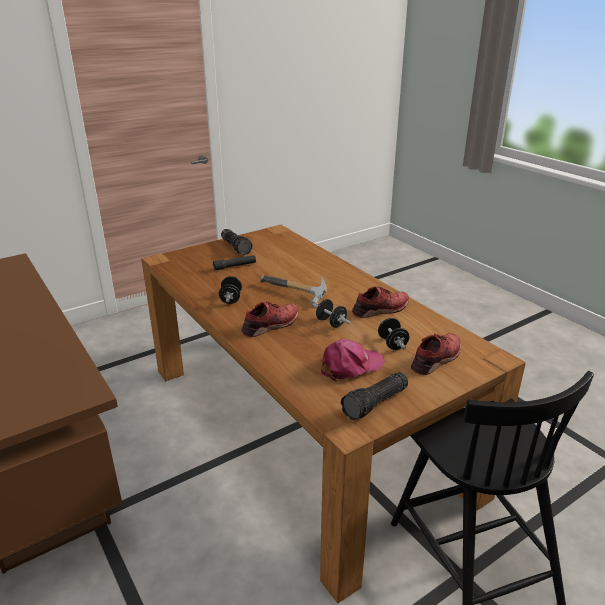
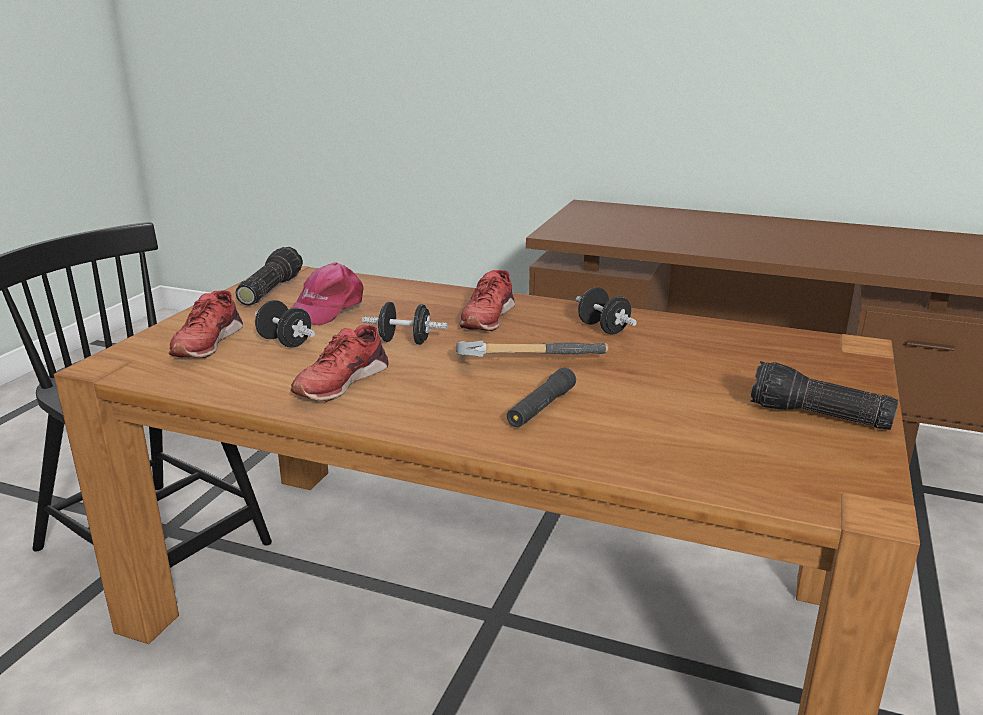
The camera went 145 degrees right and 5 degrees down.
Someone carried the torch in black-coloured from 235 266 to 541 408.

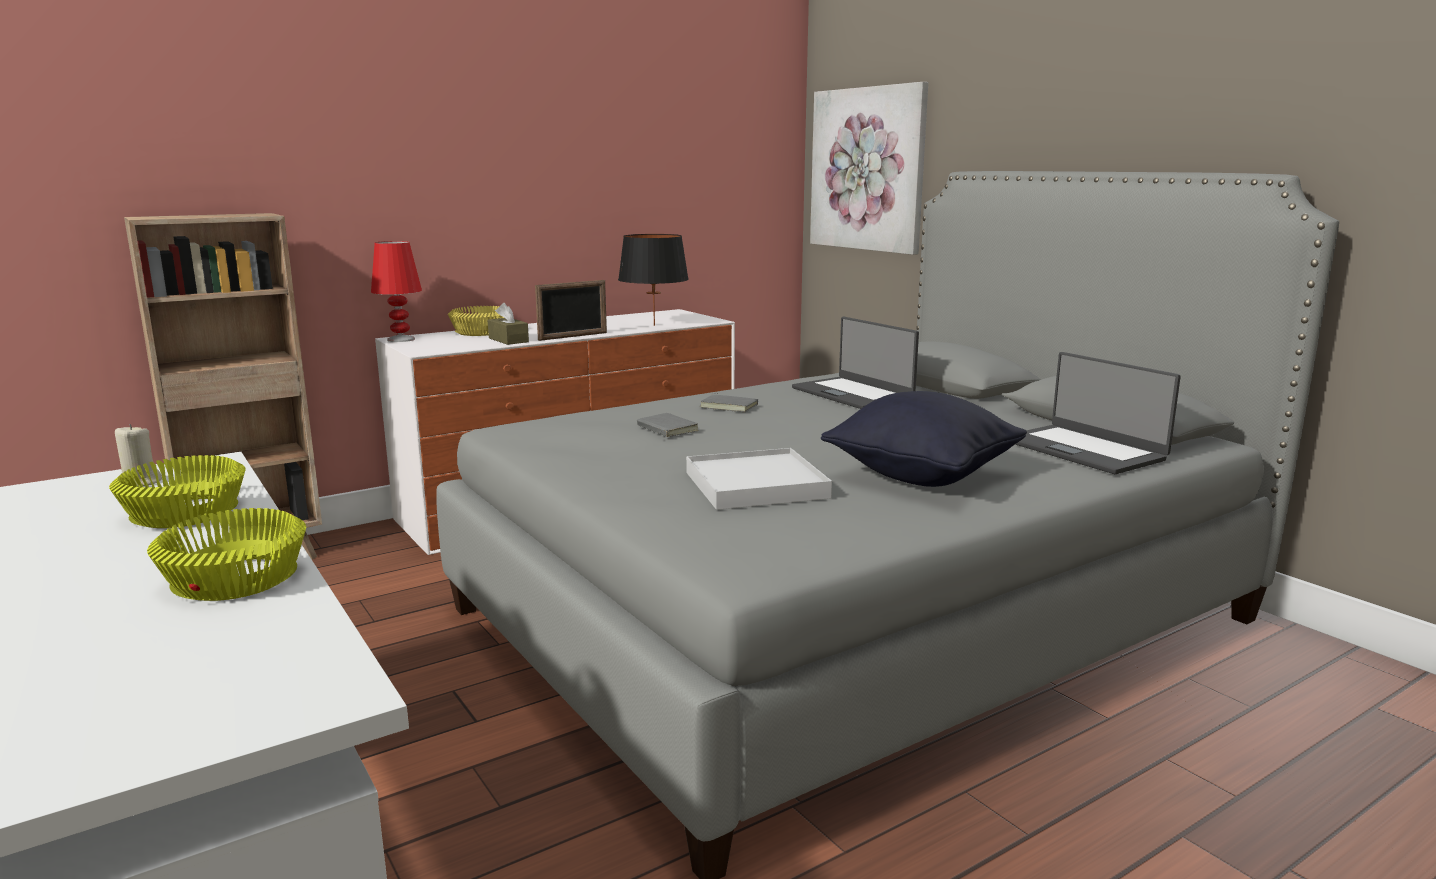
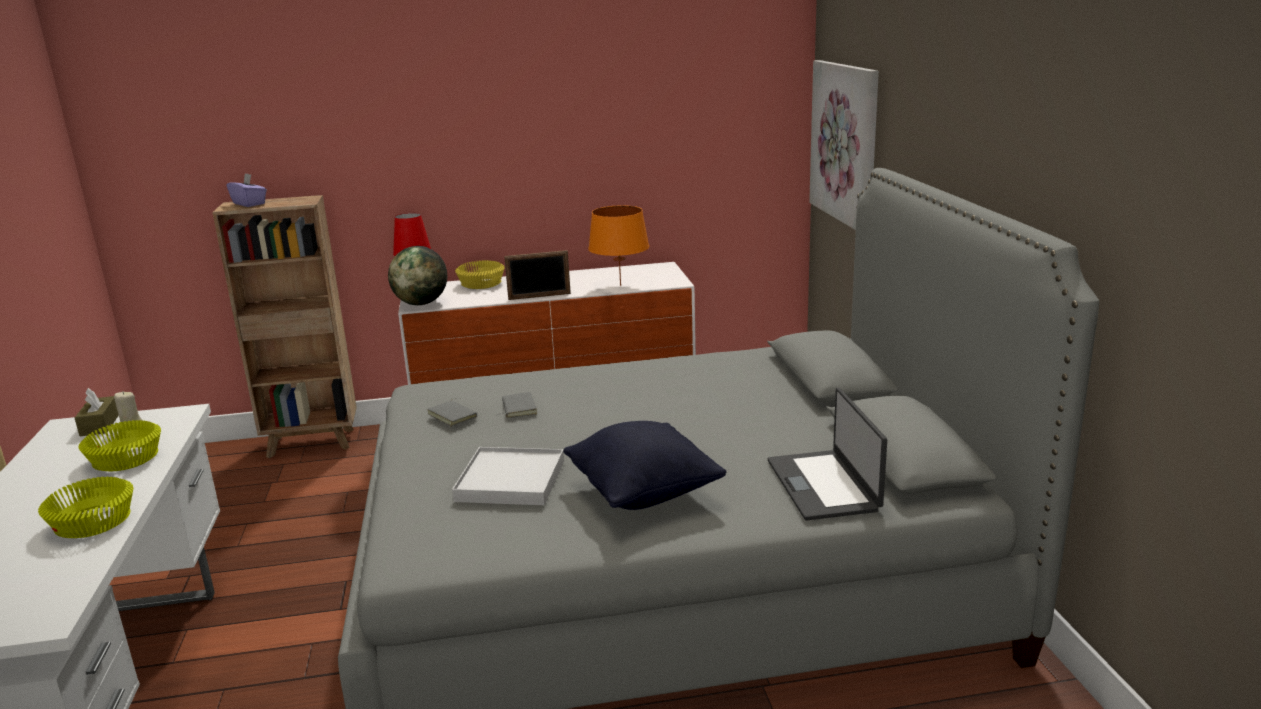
The camera went 25 degrees right and 5 degrees up.
Someone took away the notebook computer at 853 394.
Someone put down the tissue holder in purplish at 249 204.
Someone put down the world globe at 421 303.
Someone carried the tissue holder in brown from 508 340 to 100 425.
Someone carried the bound book in gray from 730 406 to 454 415.
Someone repainted the lamp for a table in black-coloured at 654 325, which became the lamp for a table in orange at 620 286.

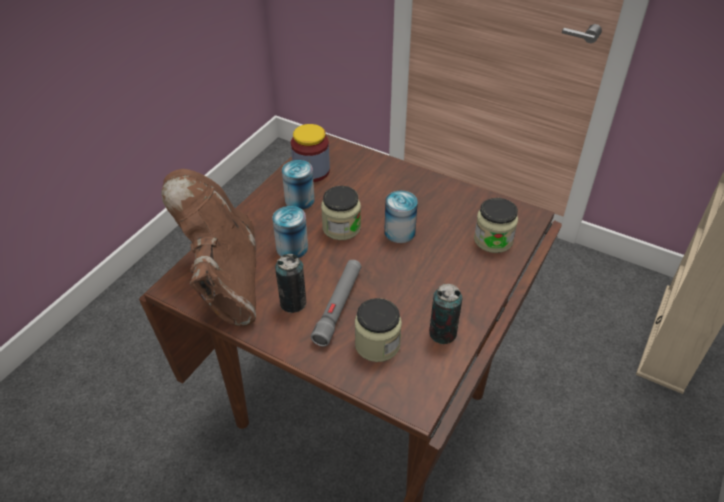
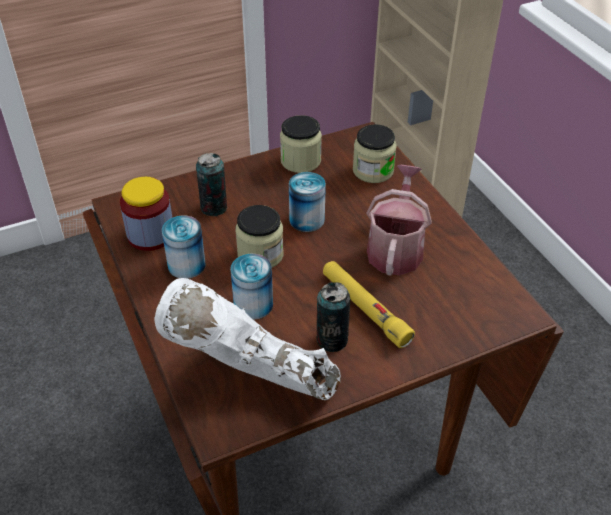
The camera went 55 degrees left and 0 degrees up.
Someone put down the watering can at 395 248.
Someone carried the preserve jar from 377 344 to 300 161.
Someone carried the metal can from 442 333 to 214 208.
Someone repainted the boot in brown at 225 282, which became the boot in white at 253 381.
Someone repainted the torch in gray at 338 305, which became the torch in yellow at 364 308.

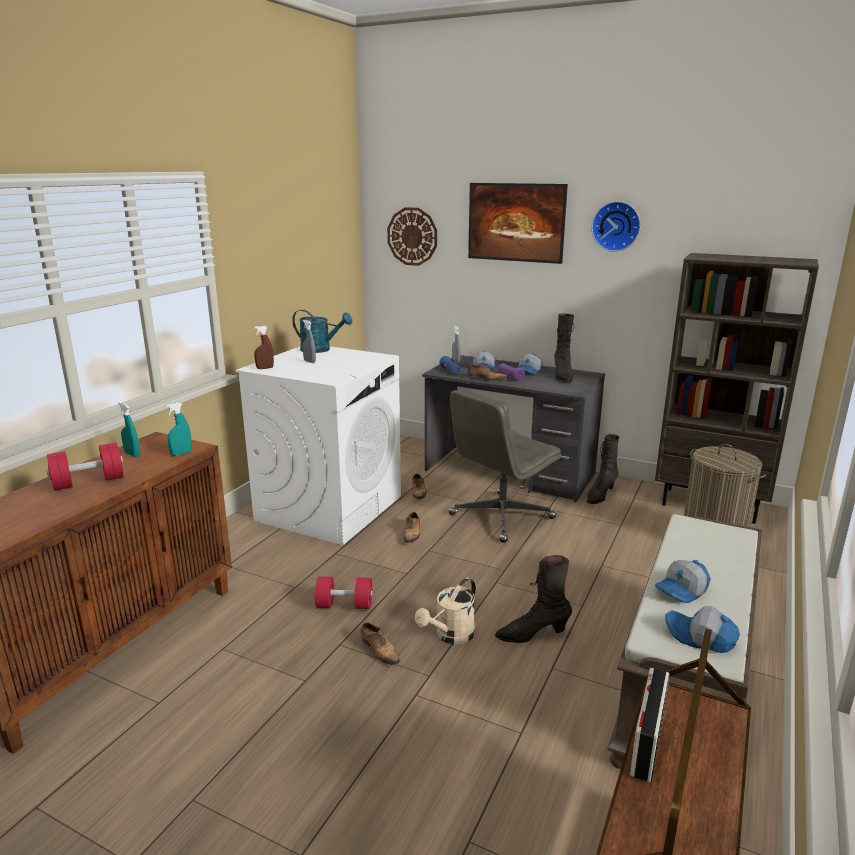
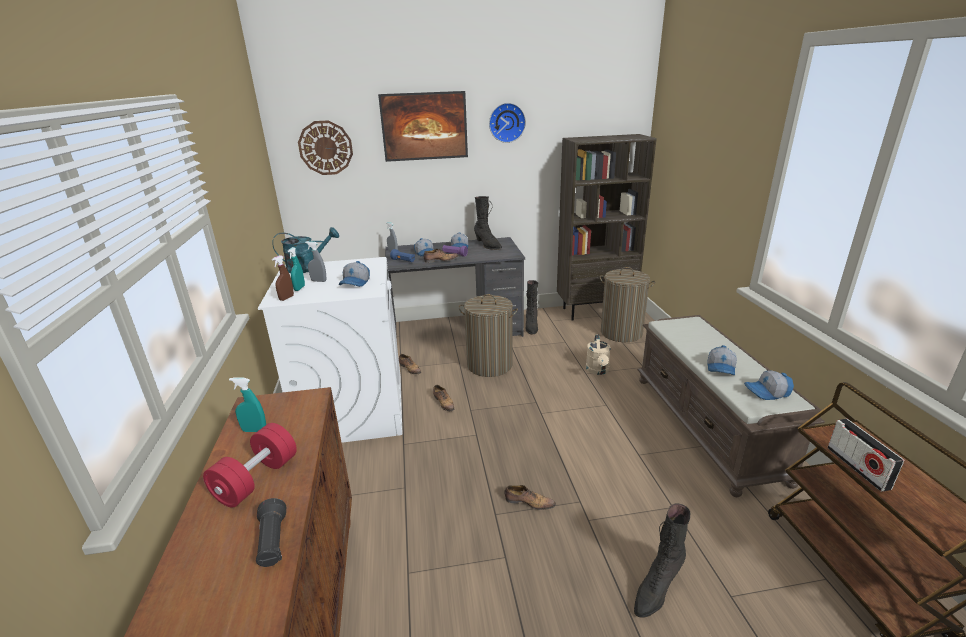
The camera went 35 degrees left and 5 degrees up.
Someone took away the dumbbell in reddish at 344 605.
Someone put down the torch in black-coloured at 273 542.
Someone put down the baseball cap at 356 282.
Someone carried the sprayer in turquoise from 181 453 to 299 288.
Someone carried the watering can in beige from 450 636 to 598 371.
Someone carried the boot in black-coloured from 532 634 to 656 589.
Someone swapped the desk chair in gray at 501 517 for the washing basket at 489 365.

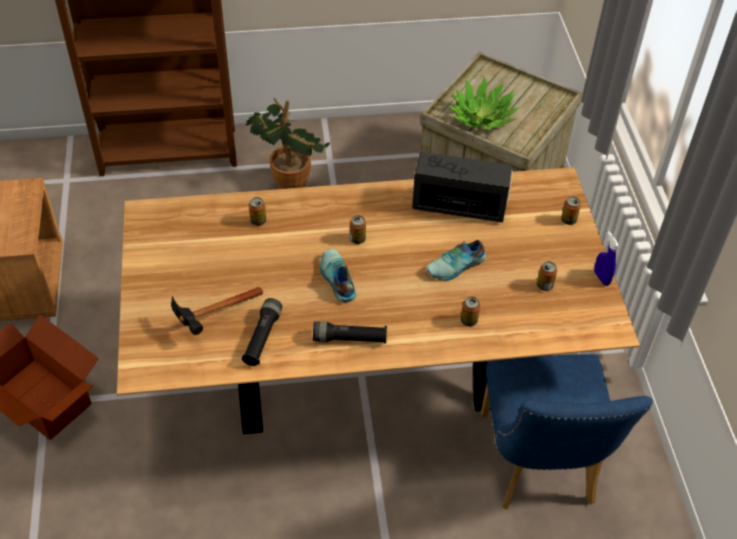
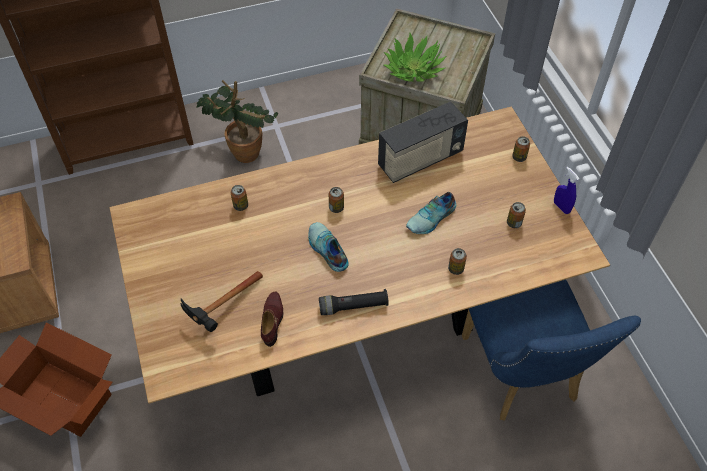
The camera went 10 degrees left and 5 degrees up.
Someone swapped the torch in black-coloured at 262 338 for the shoe in brown at 272 320.
Someone rotated the radio at 460 206 by 150 degrees clockwise.

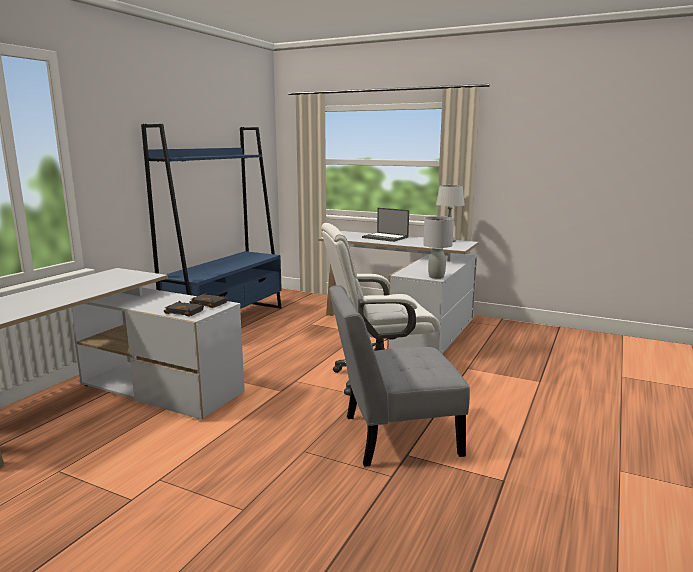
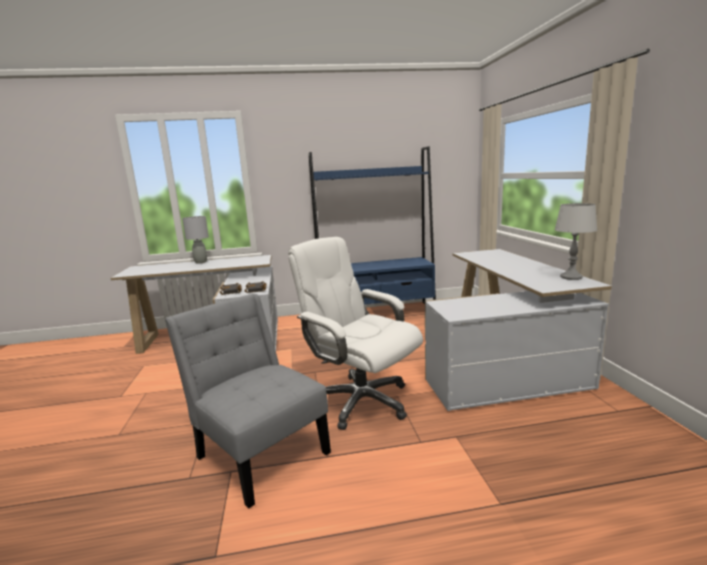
The camera went 55 degrees right and 0 degrees up.
Someone took away the notebook computer at 386 237.
Someone carried the lamp for a table in gray from 436 277 to 201 262.

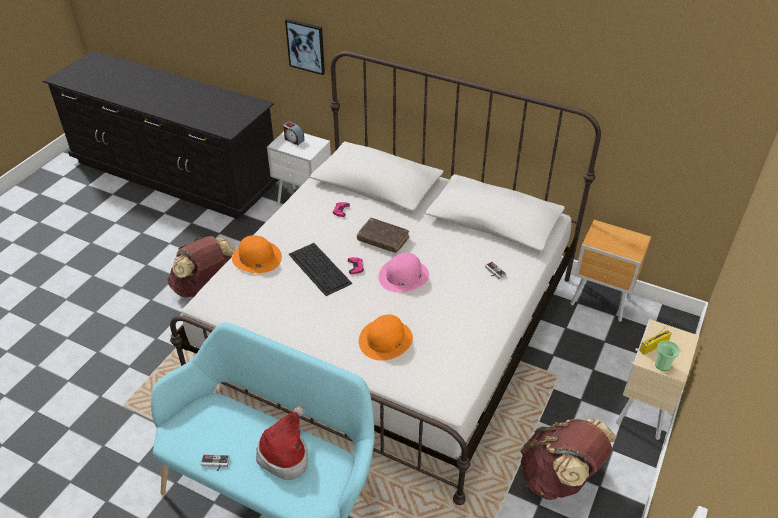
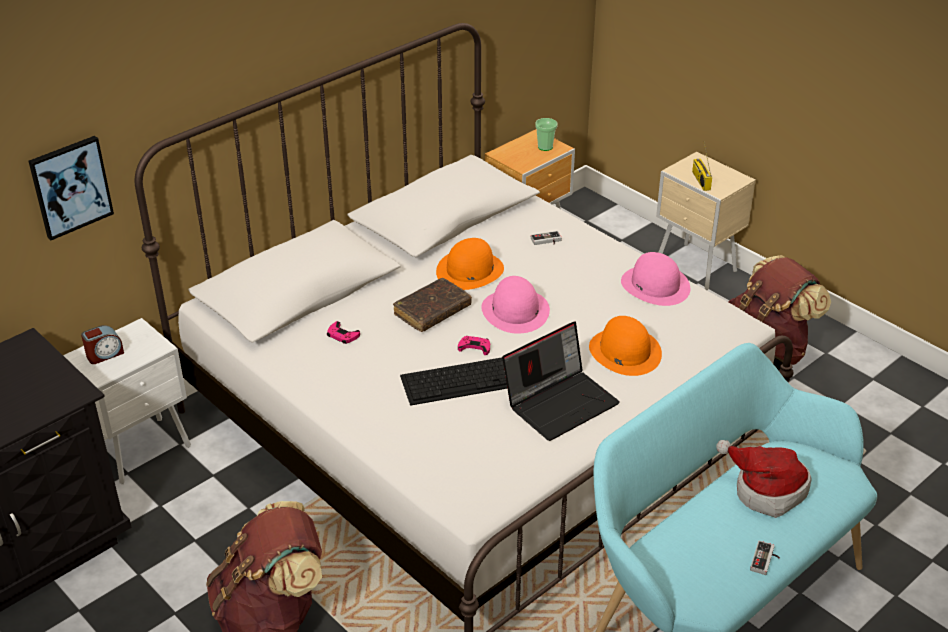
The camera went 70 degrees left and 5 degrees down.
Someone put down the notebook computer at 561 402.
Someone put down the clothing hat in pink at 655 285.
Someone carried the clothing hat in orange from 256 257 to 470 270.
Someone carried the small cup from 662 365 to 545 147.

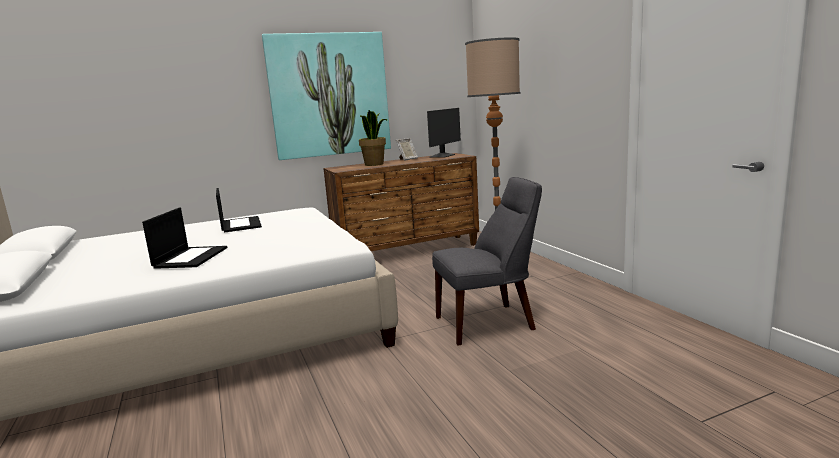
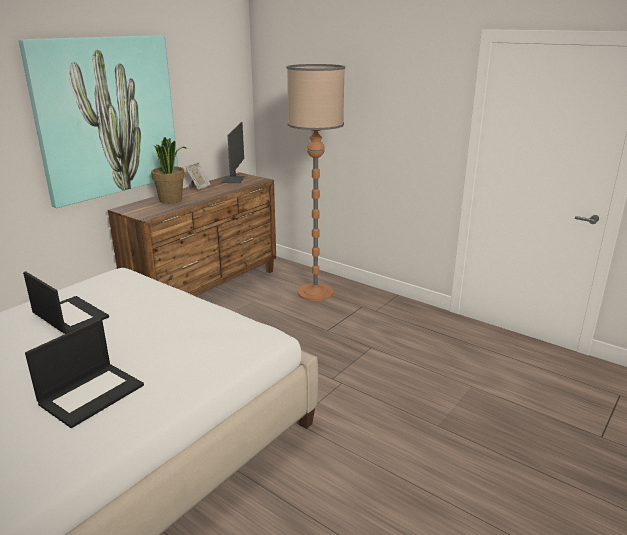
The camera went 30 degrees left and 10 degrees up.
Someone took away the upright chair in gray at 489 323.
Someone rotated the notebook computer at 191 257 by 60 degrees clockwise.

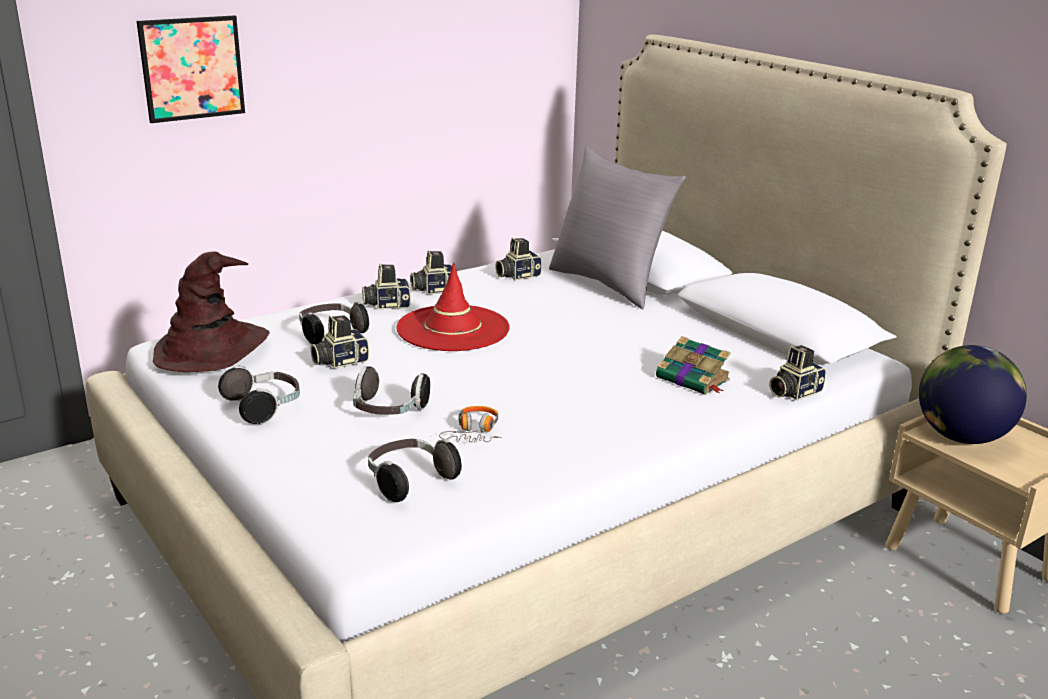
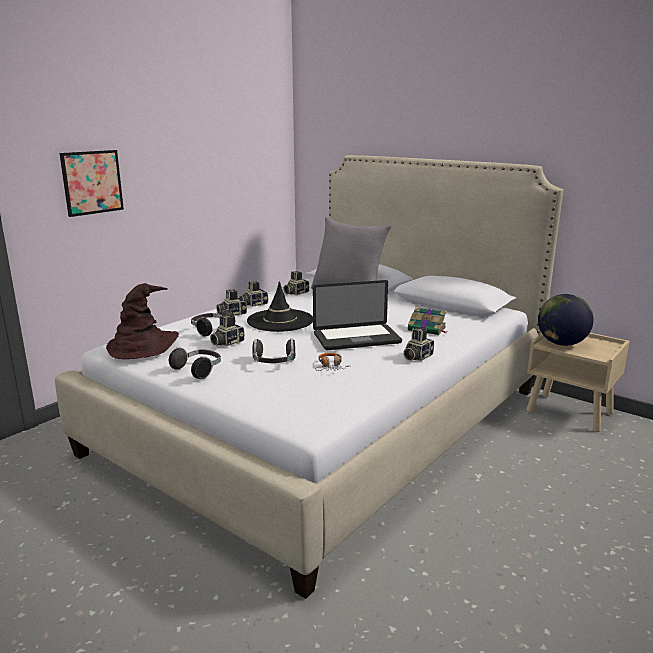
The camera went 15 degrees left and 5 degrees down.
Someone took away the pair of headphones at 409 481.
Someone put down the notebook computer at 357 338.
Someone carried the photo camera from 793 392 to 416 357.
Someone repainted the clothing hat in reddish at 453 329, which became the clothing hat in black-coloured at 280 321.

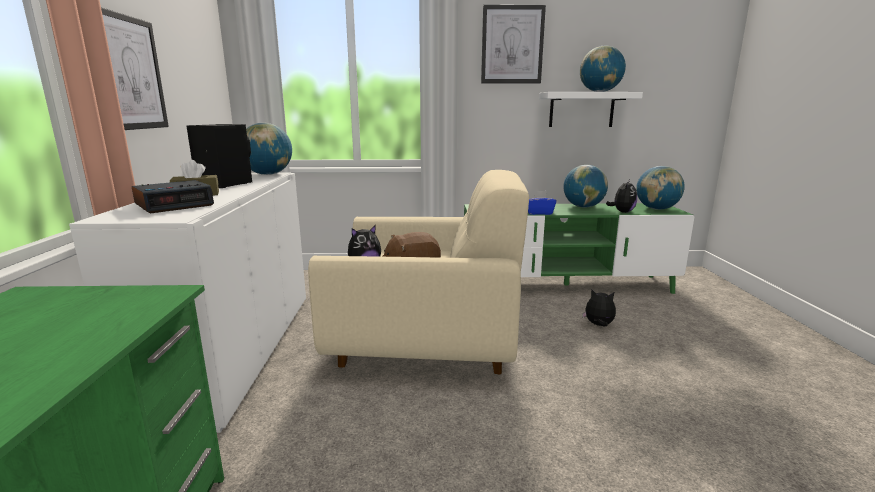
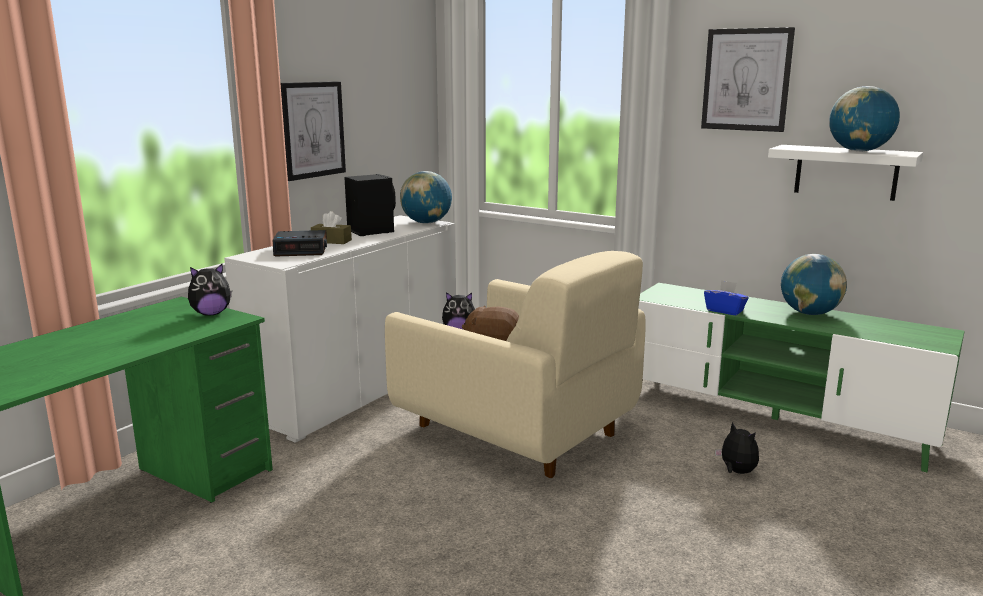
The camera went 35 degrees right and 0 degrees up.
Someone took away the world globe at 657 209.
Someone carried the plush toy from 622 212 to 211 314.

